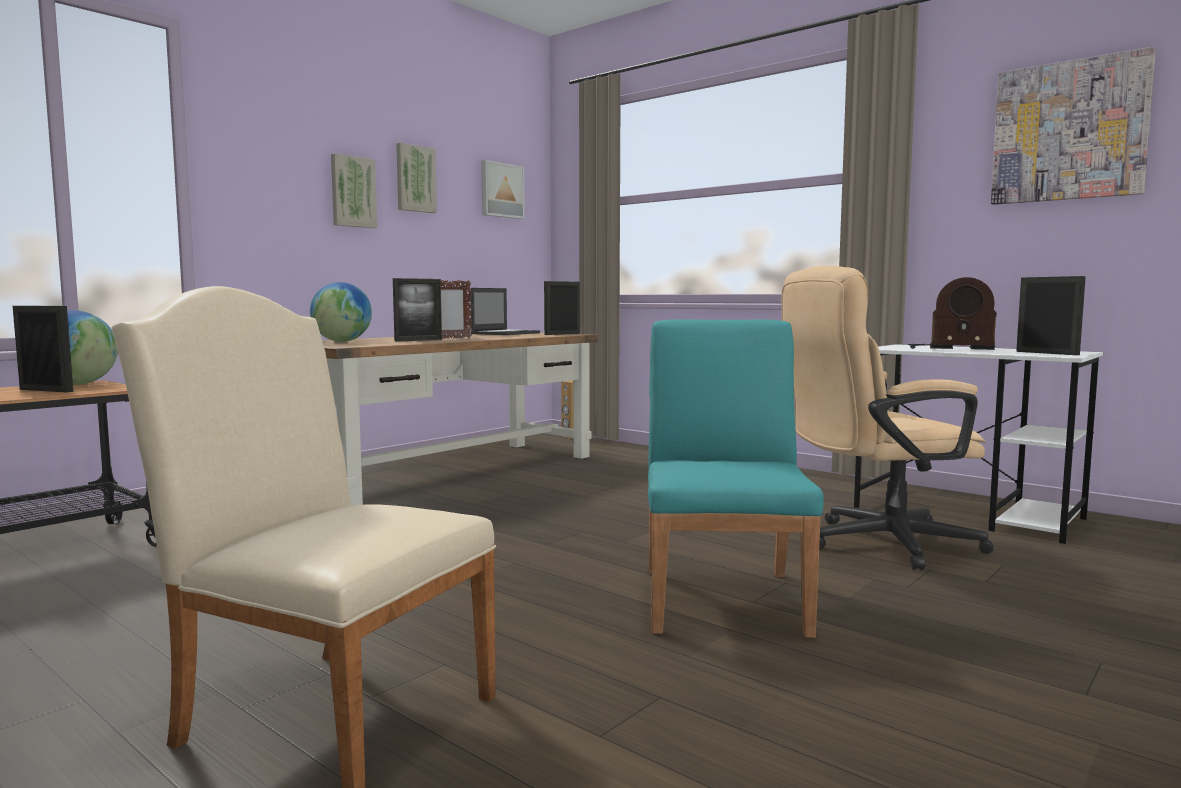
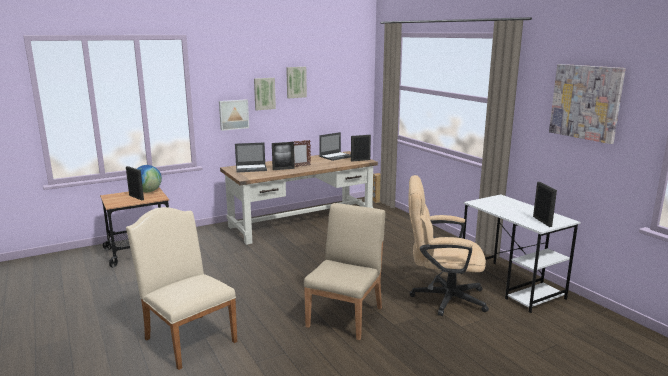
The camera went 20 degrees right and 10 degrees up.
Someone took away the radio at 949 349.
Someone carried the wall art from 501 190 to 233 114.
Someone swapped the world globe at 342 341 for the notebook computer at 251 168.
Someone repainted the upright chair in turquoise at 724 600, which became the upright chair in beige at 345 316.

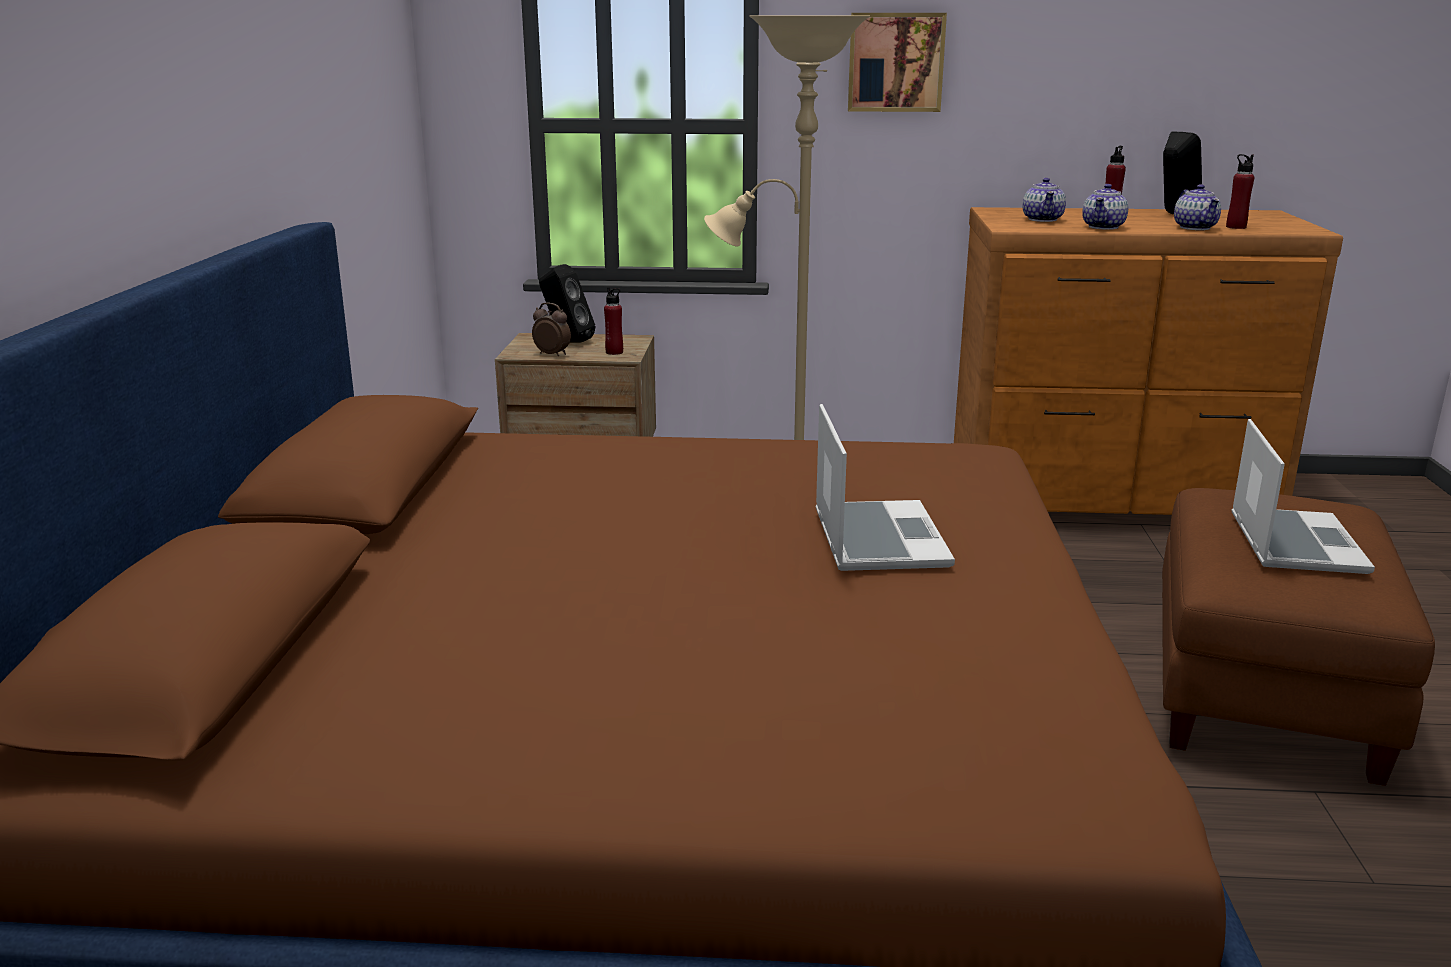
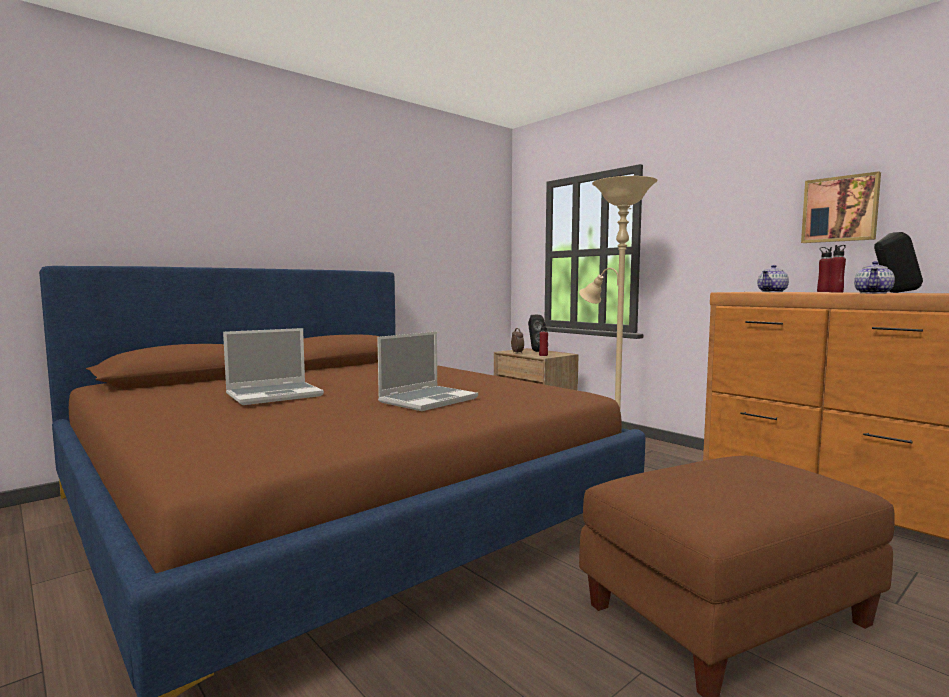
The camera went 45 degrees right and 15 degrees down.
Someone took away the tea pot at 1104 227.
Someone carried the wall art from 895 62 to 840 209.
Someone carried the bottle in reddish from 1235 227 to 823 291.
Someone carried the notebook computer from 1293 543 to 275 395.

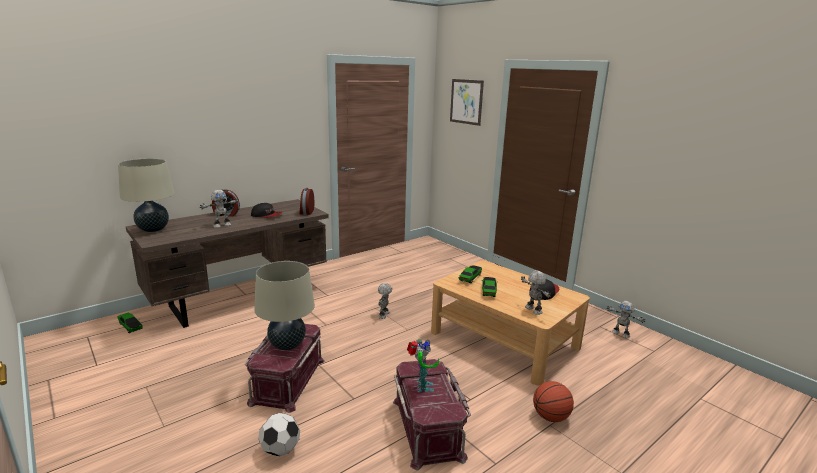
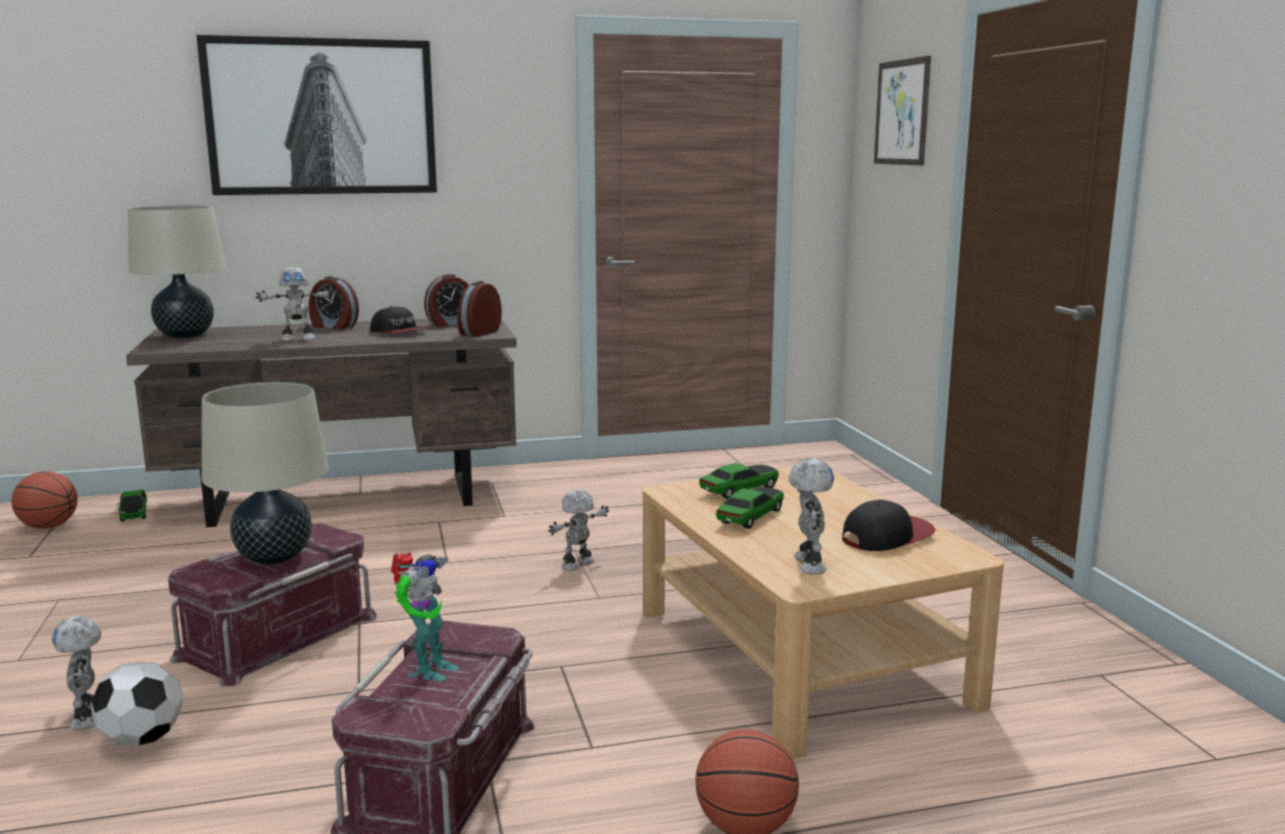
The camera went 25 degrees right and 5 degrees down.
Someone put down the basketball at 48 527.
Someone put up the wall art at 322 117.
Someone put down the bedside clock at 451 324.
Someone carried the model robot from 621 334 to 88 716.

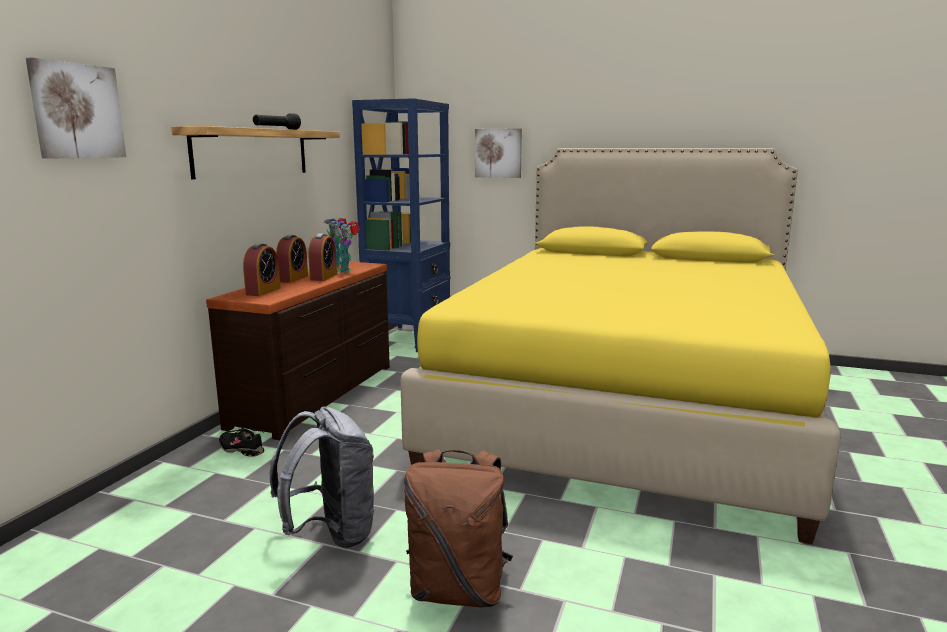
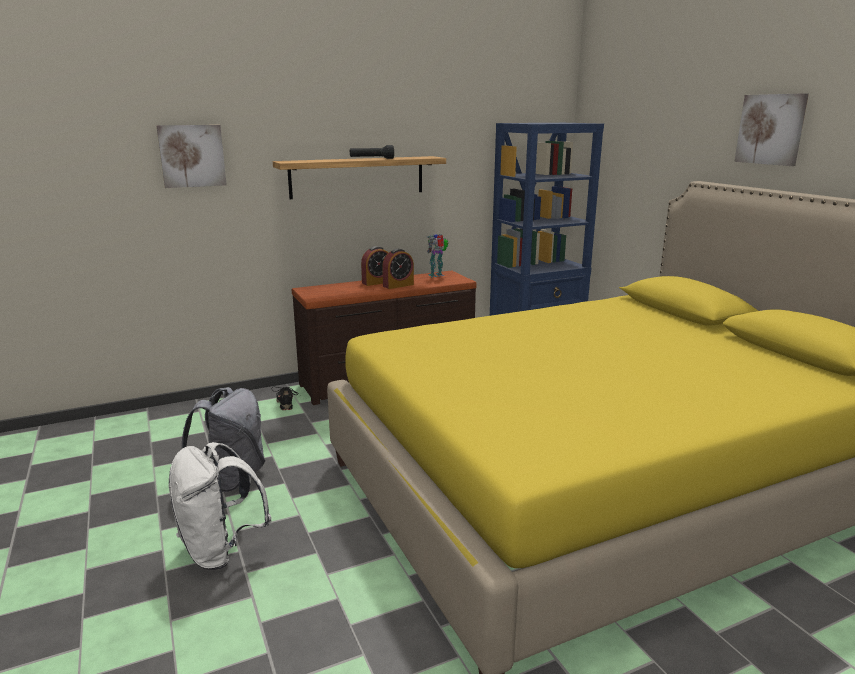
The camera went 45 degrees right and 5 degrees up.
Someone took away the bedside clock at 263 291.
Someone took away the model robot at 346 270.
Someone carried the wall art from 498 153 to 771 129.
Someone repainted the rucksack in brown at 458 590, which became the rucksack in white at 221 550.

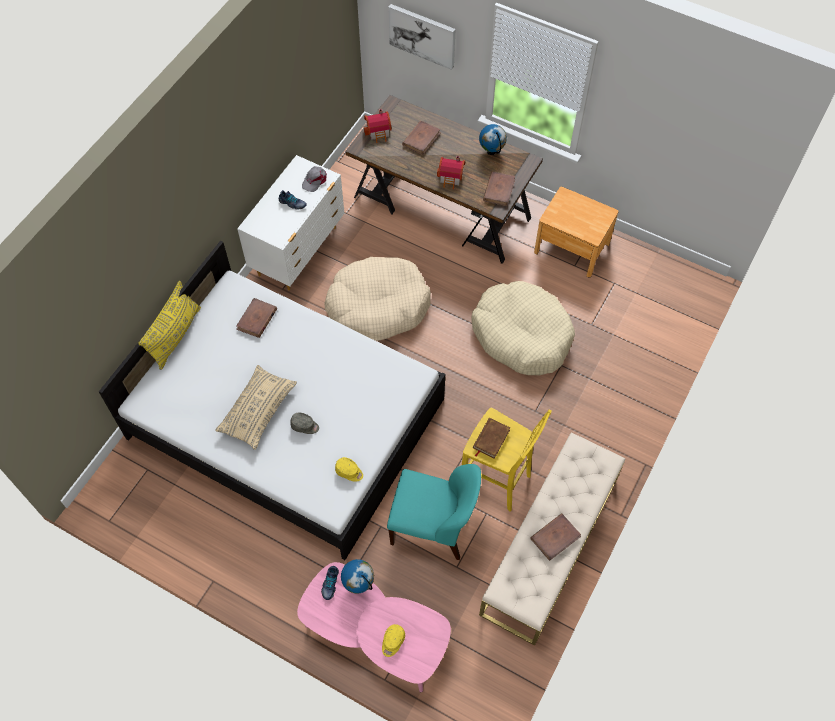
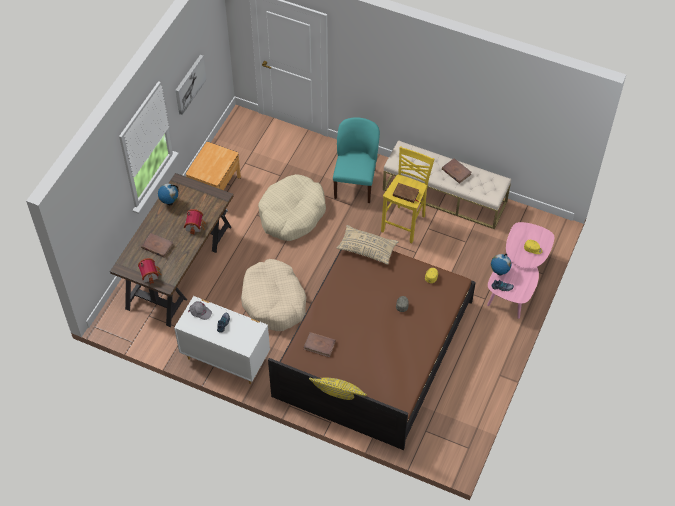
The camera went 95 degrees left and 5 degrees down.
Someone took away the bound book in brown at 499 190.
Someone carried the cushion in beige from 258 411 to 367 249.
Someone carried the upright chair in turquoise from 433 527 to 355 183.
Someone carried the wall art from 422 35 to 189 84.
Someone repainted the bedroom bed in white at 286 419, which became the bedroom bed in brown at 374 348.

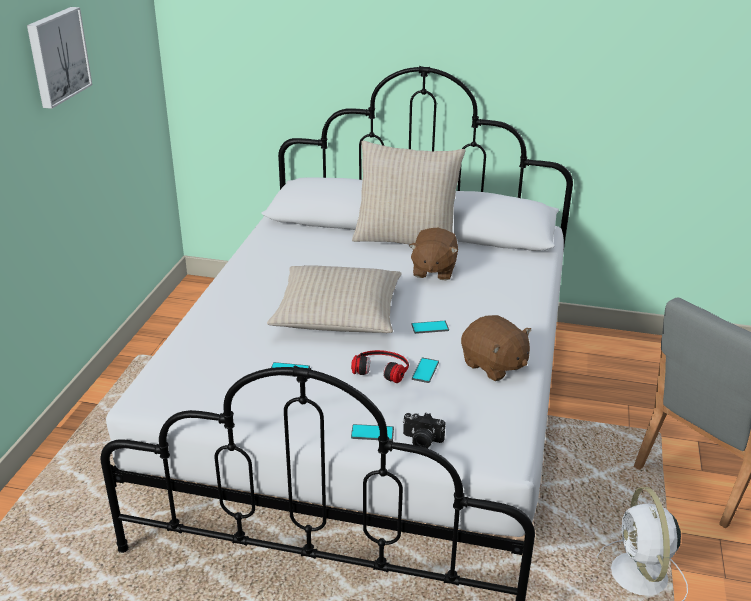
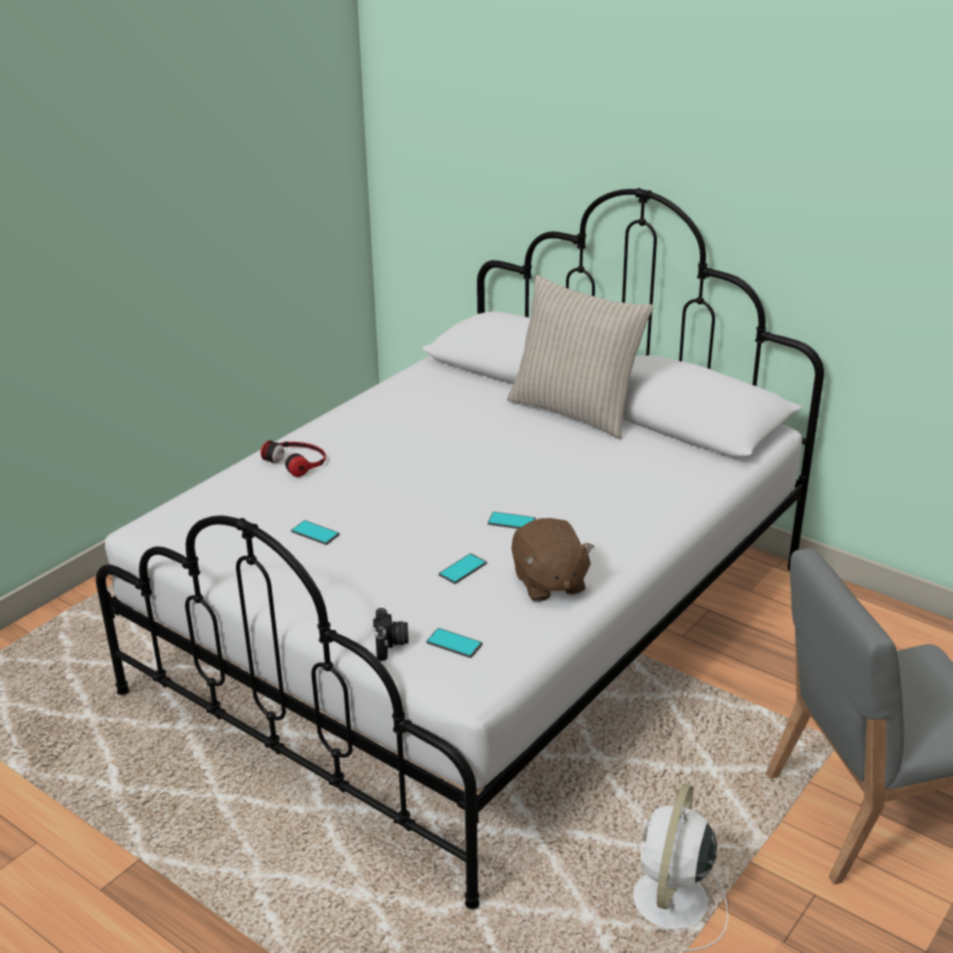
The camera went 25 degrees right and 0 degrees up.
Someone took away the wall art at 57 56.
Someone took away the cushion in beige at 337 313.
Someone took away the plush toy in brown at 433 270.
Someone carried the pair of headphones from 381 368 to 297 461.
Someone carried the telephone from 372 433 to 454 643.
Someone rotated the photo camera at 421 441 by 135 degrees counterclockwise.

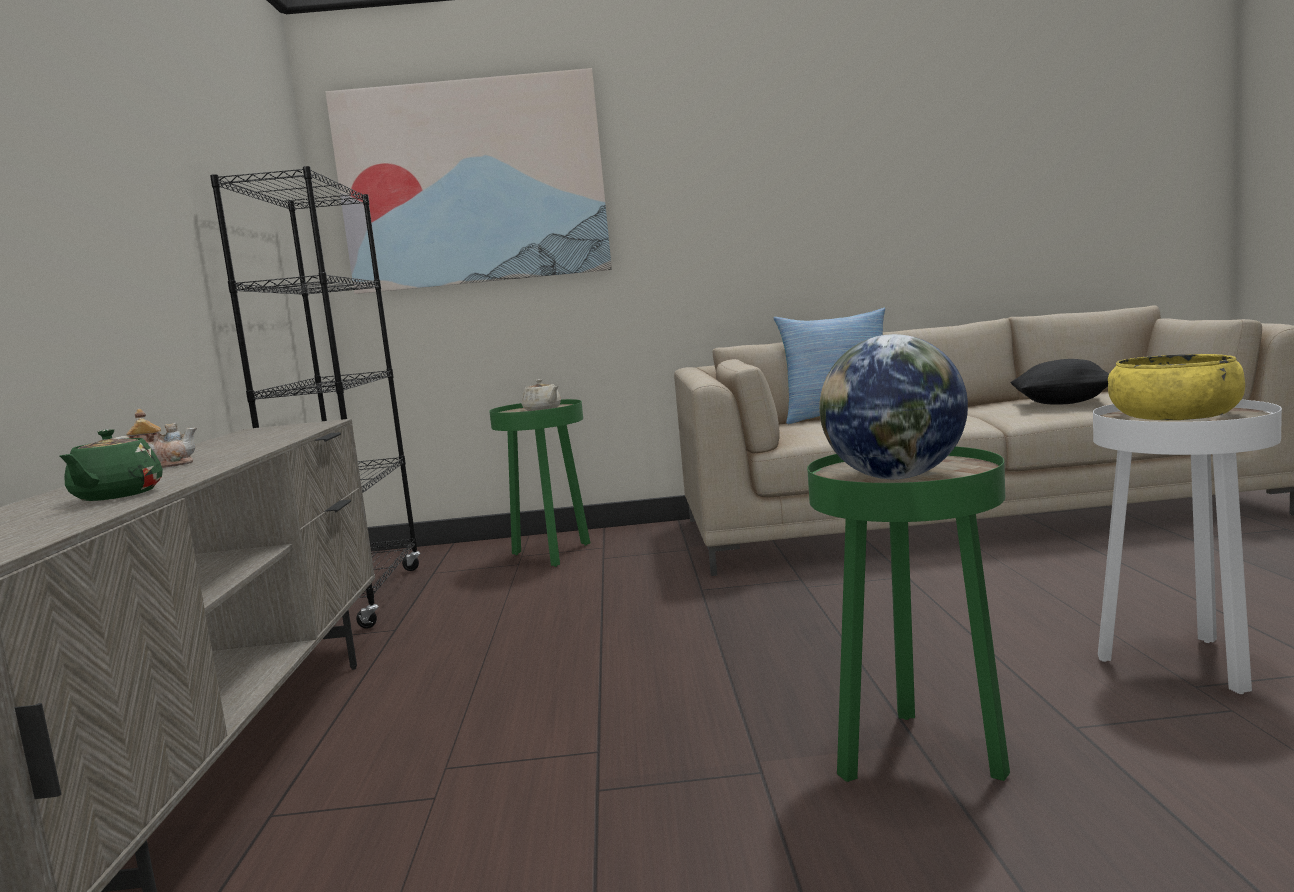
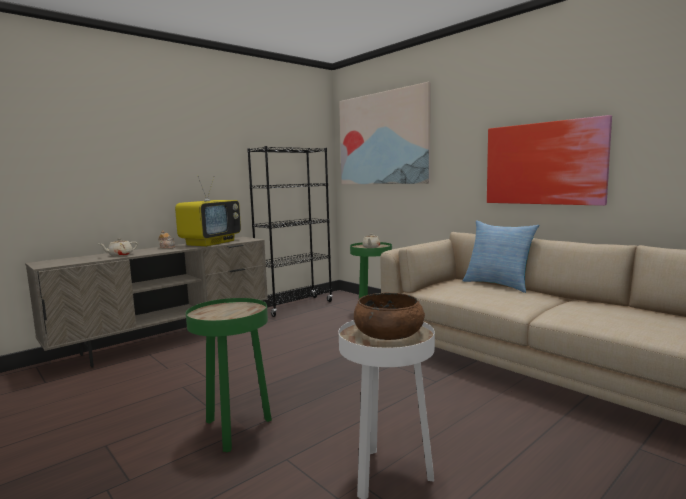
The camera went 50 degrees right and 0 degrees up.
Someone took away the world globe at 895 477.
Someone took away the cushion in black-coloured at 1062 403.
Someone put down the TV at 211 243.
Someone put up the wall art at 543 163.
Someone repainted the tea pot in greenish at 116 496, which became the tea pot in beige at 120 255.
Someone repainted the deep dish in yellow at 1174 416, which became the deep dish in brown at 388 333.

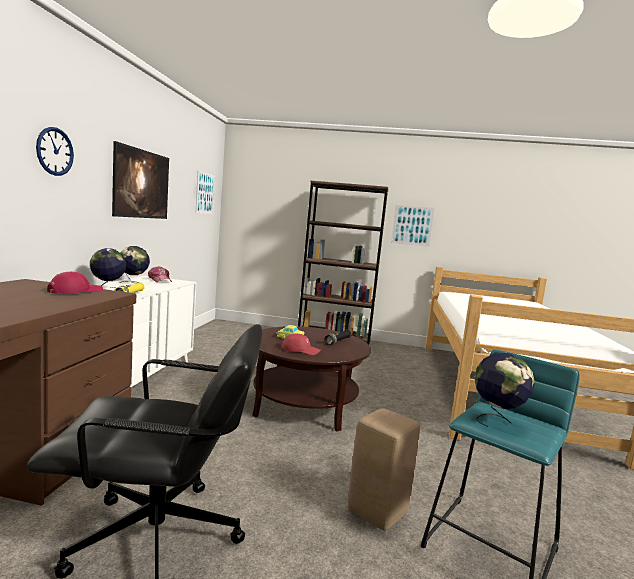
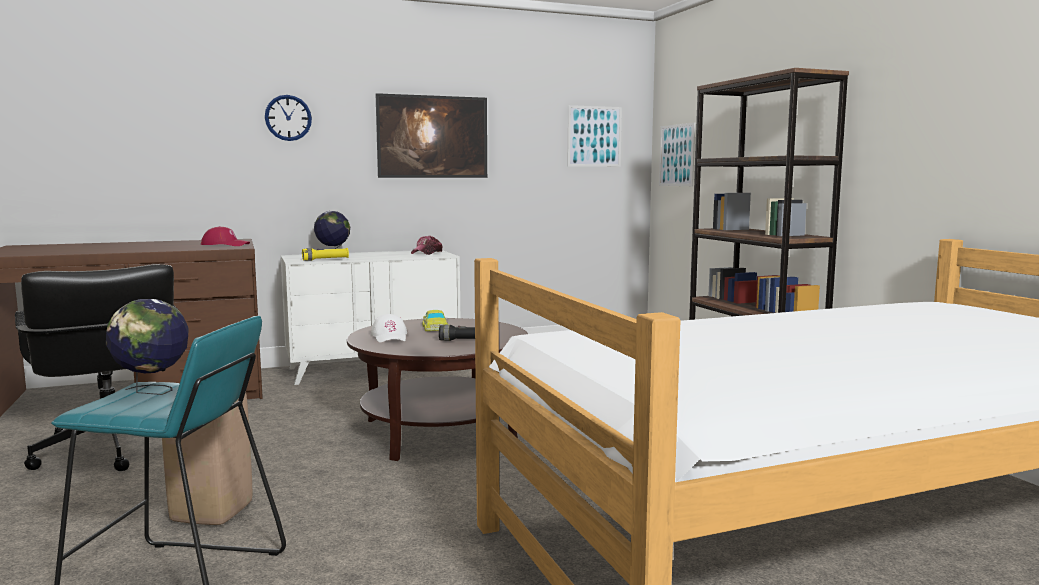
The camera went 60 degrees right and 0 degrees up.
Someone took away the world globe at 133 283.
Someone carried the wall art from 412 225 to 676 155.
Someone repainted the baseball cap in reddish at 300 350, which became the baseball cap in white at 390 337.

